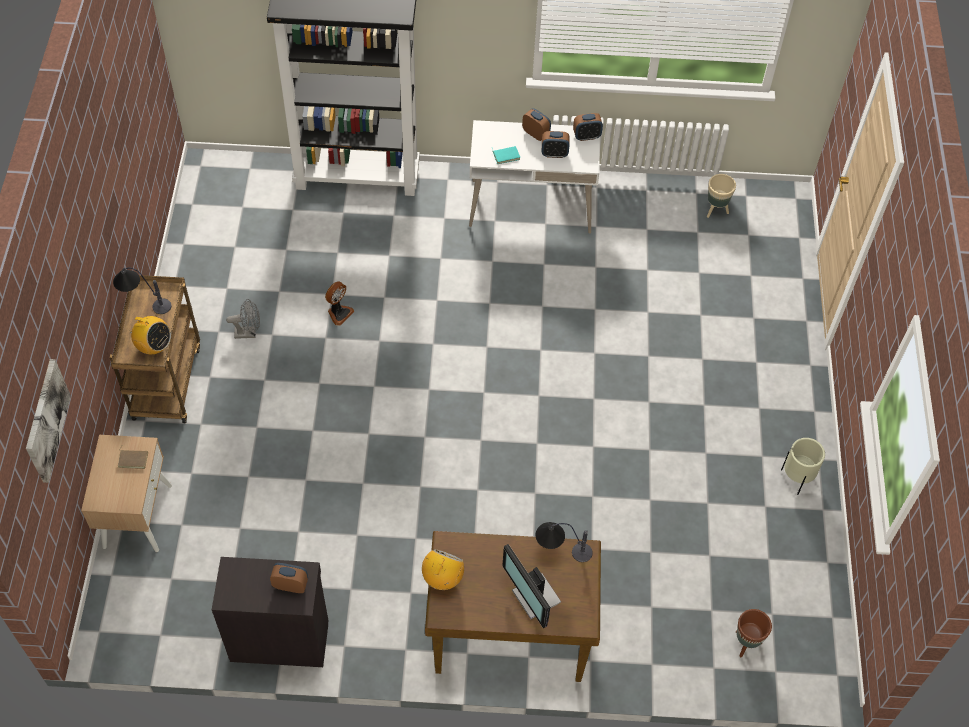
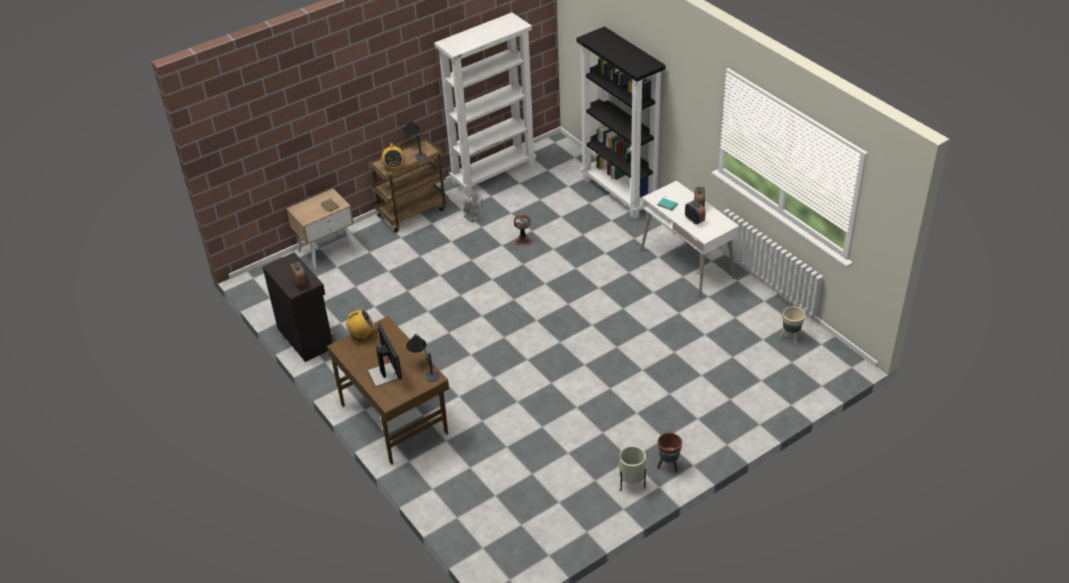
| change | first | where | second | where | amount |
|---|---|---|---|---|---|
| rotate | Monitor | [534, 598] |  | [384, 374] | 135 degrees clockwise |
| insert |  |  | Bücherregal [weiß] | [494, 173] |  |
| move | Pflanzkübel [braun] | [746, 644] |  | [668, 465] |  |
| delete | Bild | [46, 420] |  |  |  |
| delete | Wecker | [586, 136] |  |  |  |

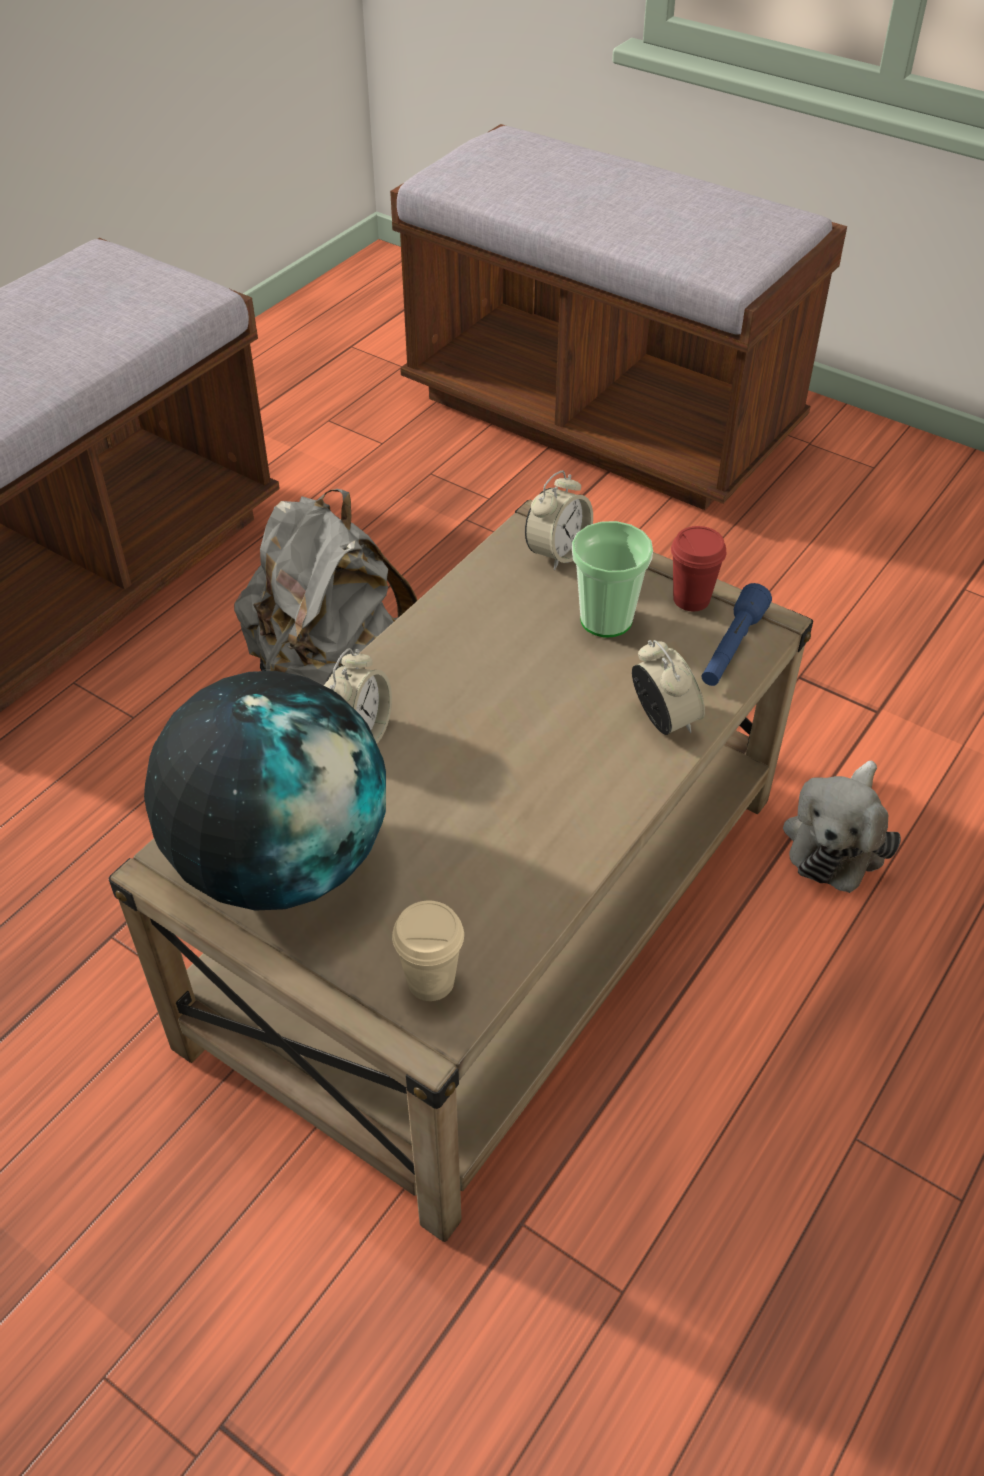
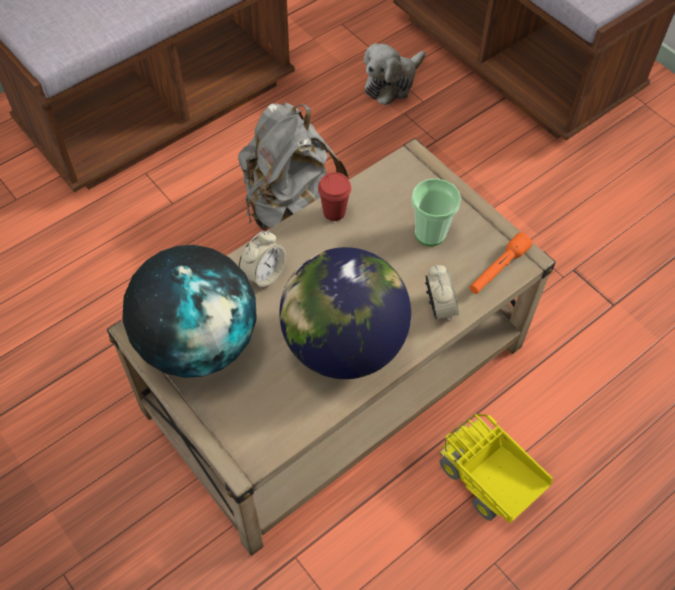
| change | first | where | second | where | amount |
|---|---|---|---|---|---|
| insert |  |  | Globus | [343, 345] |  |
| move | Tasse [rot] | [691, 599] |  | [334, 212] |  |
| move | Plüschtier | [837, 839] |  | [392, 83] |  |
| insert |  |  | Spielzeuglaster | [487, 481] |  |
| recolor | Taschenlampe [blau] | [732, 647] | Taschenlampe [orange] | [497, 270] |  |
| delete | Tasse [beige] | [431, 981] |  |  |  |
| delete | Wecker | [557, 553] |  |  |  |

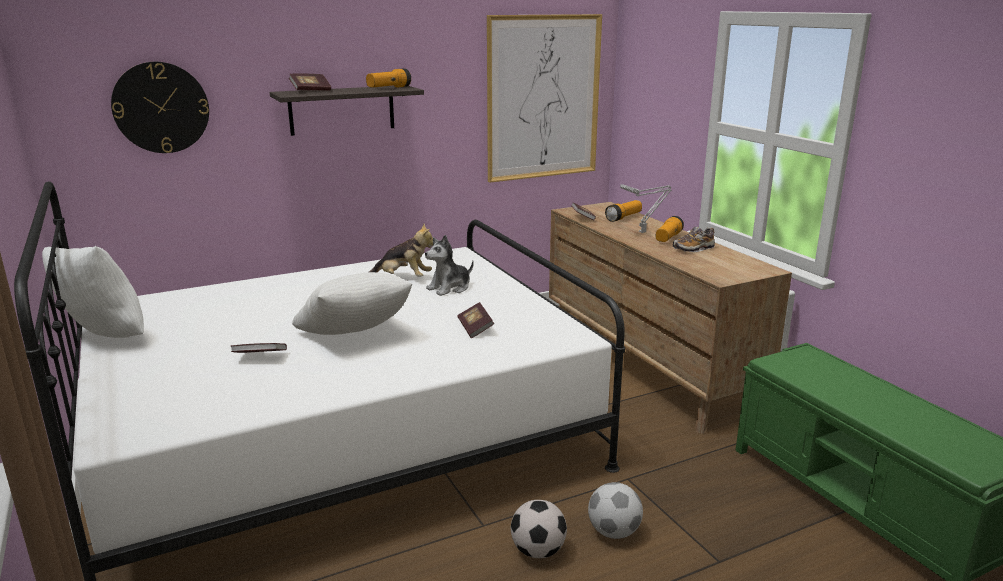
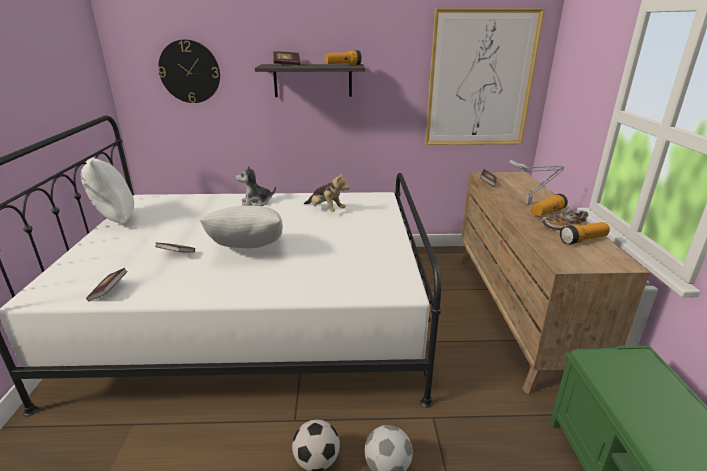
| change | first | where | second | where | amount |
|---|---|---|---|---|---|
| move | Buch | [475, 328] |  | [109, 291] |  |
| move | Plüschtier | [450, 288] |  | [256, 203] |  |
| move | Taschenlampe | [624, 217] |  | [583, 240] |  |

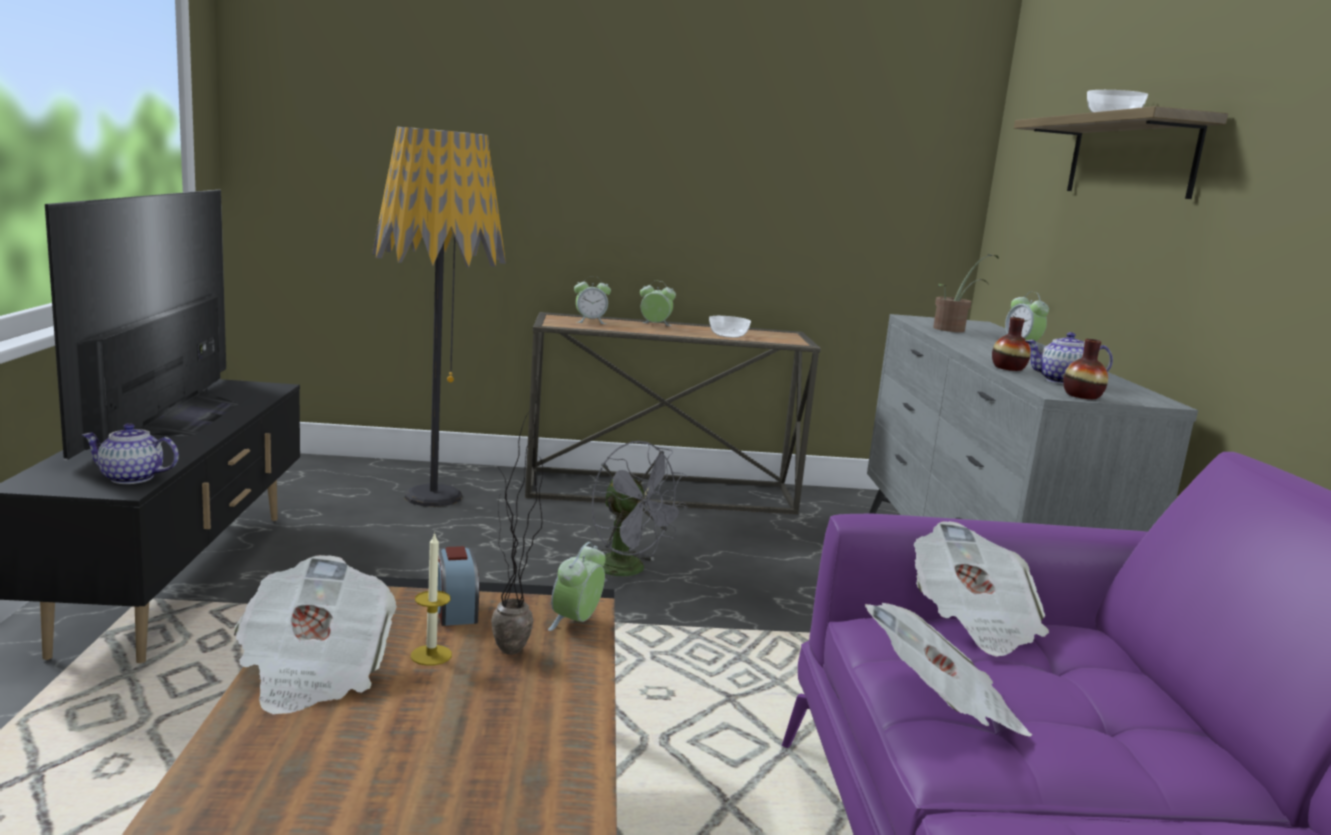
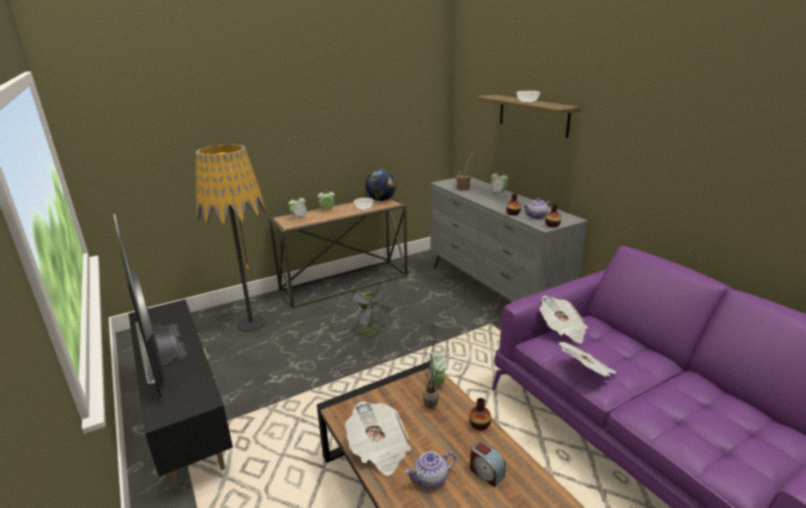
| change | first | where | second | where | amount |
|---|---|---|---|---|---|
| rotate | Ventilator [grau] | [629, 571] |  | [372, 332] | 45 degrees clockwise |
| insert |  |  | Globus | [381, 200] |  |
| move | Teekanne | [130, 478] |  | [430, 480] |  |
| insert |  |  | Vase | [479, 424] |  |
| move | Wecker | [455, 610] |  | [486, 472] |  |
| delete | Kerze | [431, 655] |  |  |  |

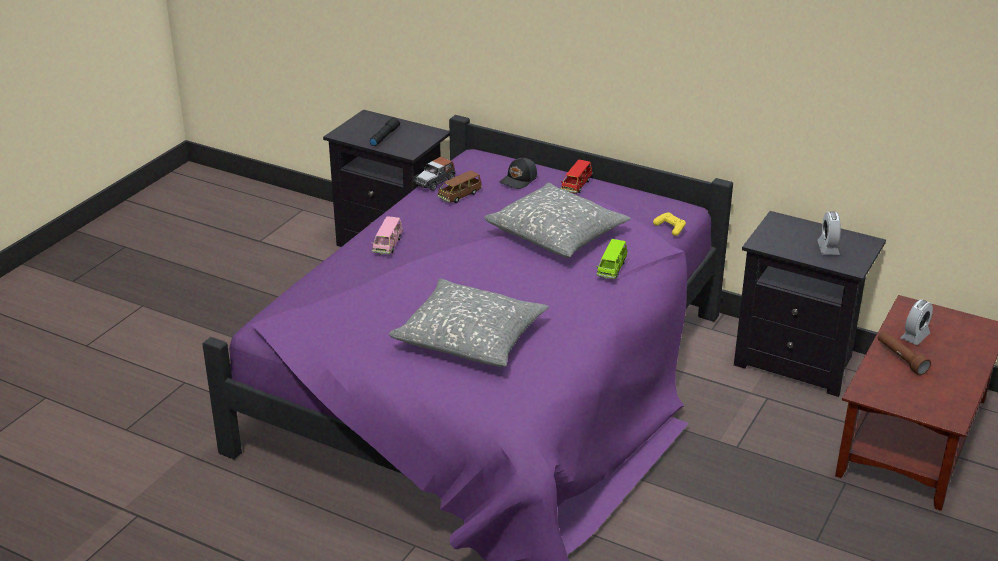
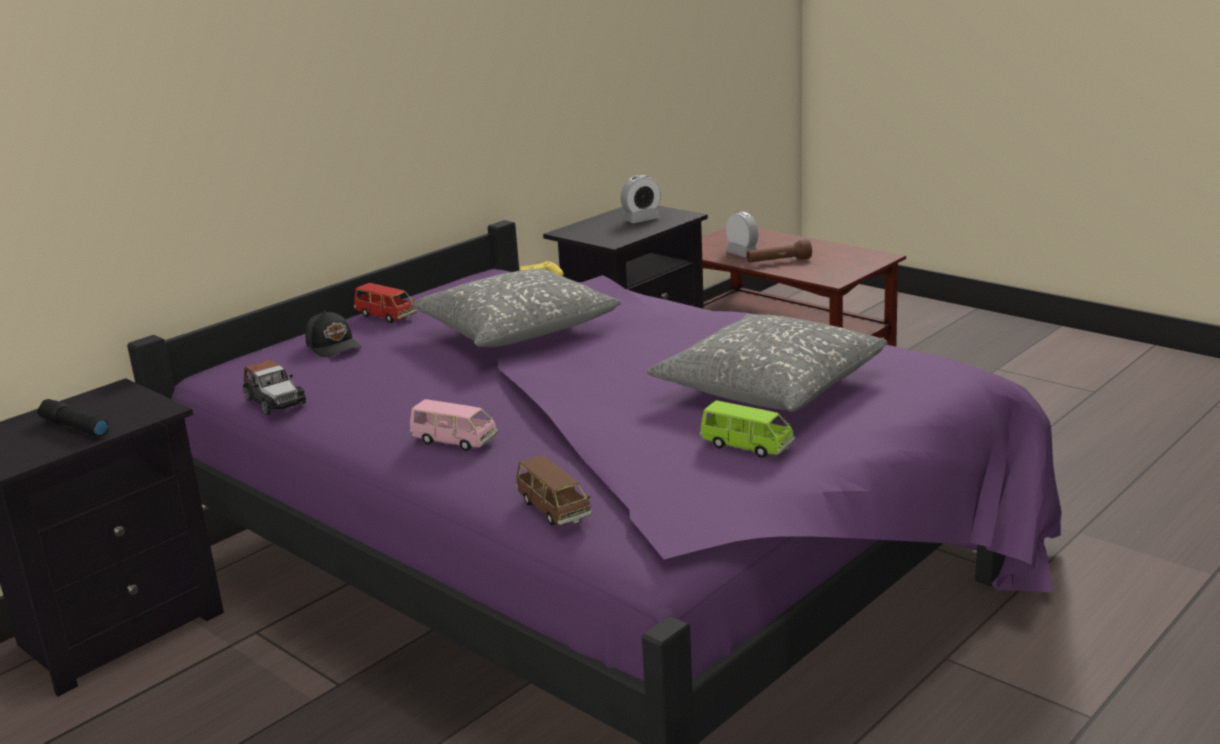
| change | first | where | second | where | amount |
|---|---|---|---|---|---|
| move | Spielzeugauto [braun] | [459, 195] |  | [554, 509] |  |
| rotate | Wecker | [828, 248] |  | [641, 220] | 45 degrees counterclockwise |
| move | Spielzeugauto [grün] | [611, 269] |  | [746, 446] |  |

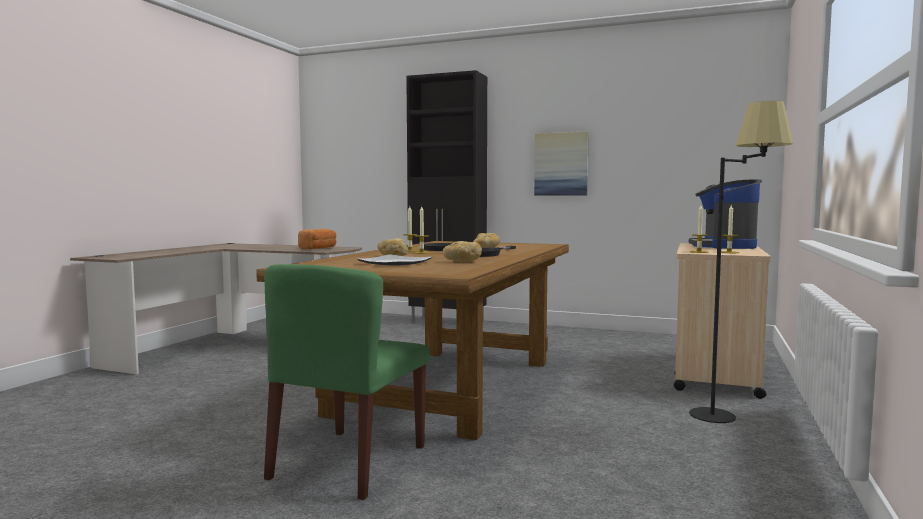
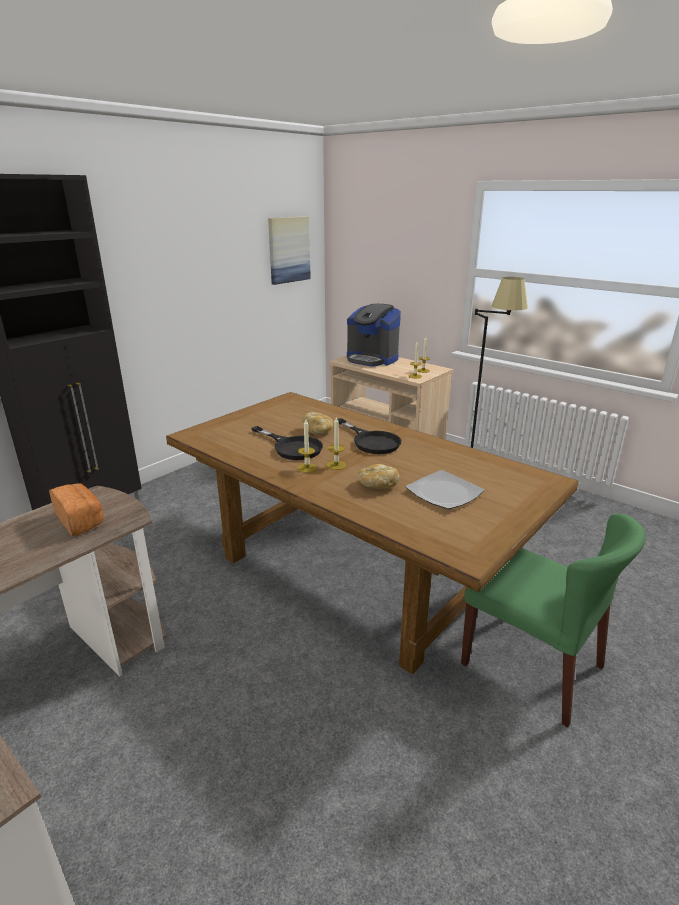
| change | first | where | second | where | amount |
|---|---|---|---|---|---|
| move | Bild | [561, 164] |  | [289, 250] |  |
| delete | Brot | [461, 261] |  |  |  |

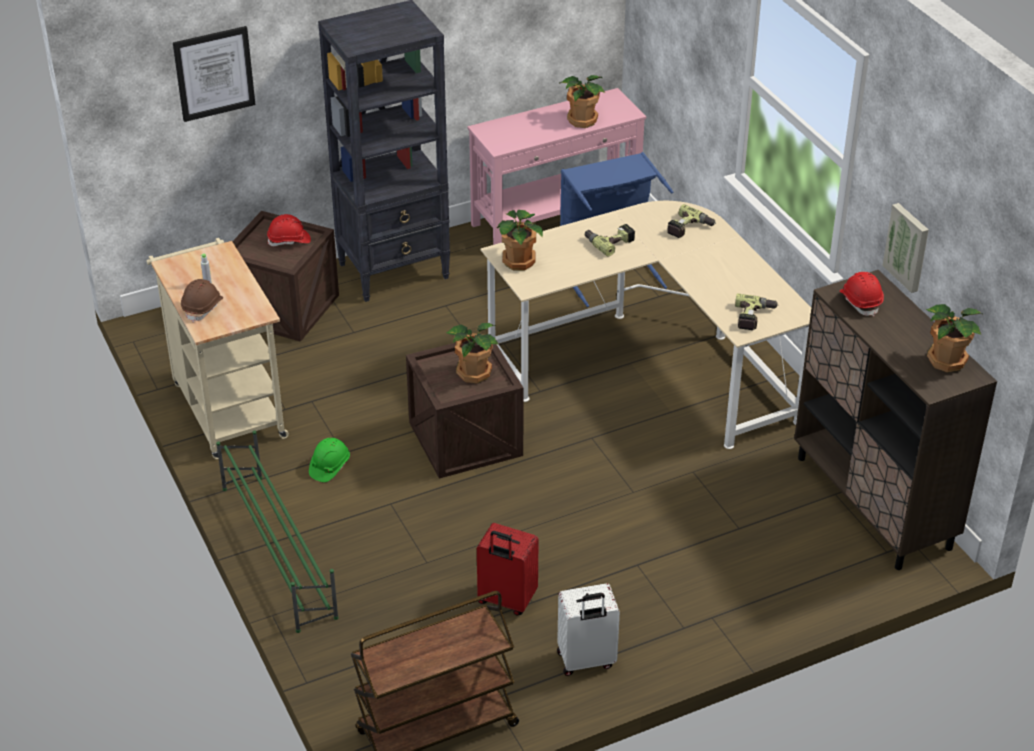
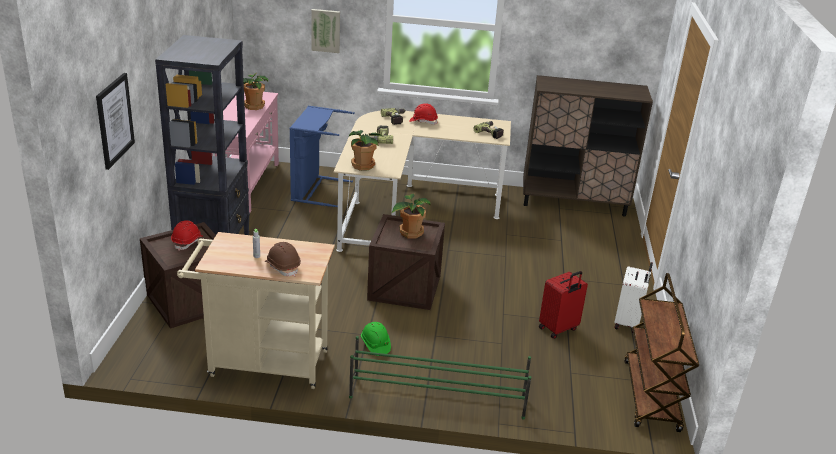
| change | first | where | second | where | amount |
|---|---|---|---|---|---|
| move | Bild | [908, 247] |  | [326, 30] |  |
| move | Schutzhelm [rot] | [860, 301] |  | [423, 121] |  |
| delete | Topfpflanze | [946, 360] |  |  |  |

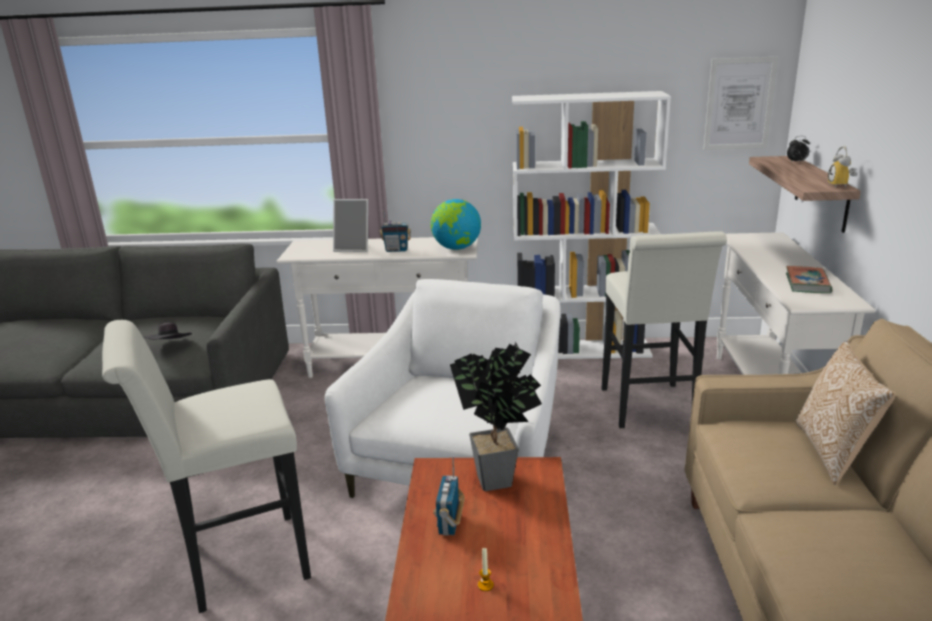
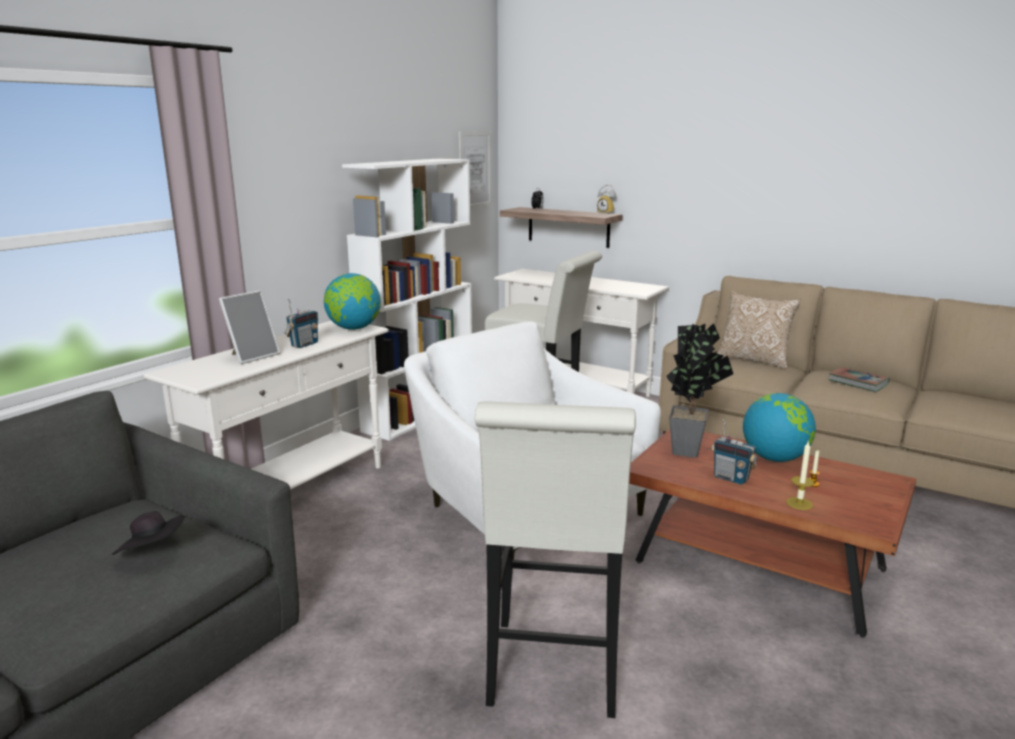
| change | first | where | second | where | amount |
|---|---|---|---|---|---|
| insert |  |  | Globus | [775, 458] |  |
| insert |  |  | Kerze | [799, 503] |  |
| move | Buch | [807, 283] |  | [858, 382] |  |

